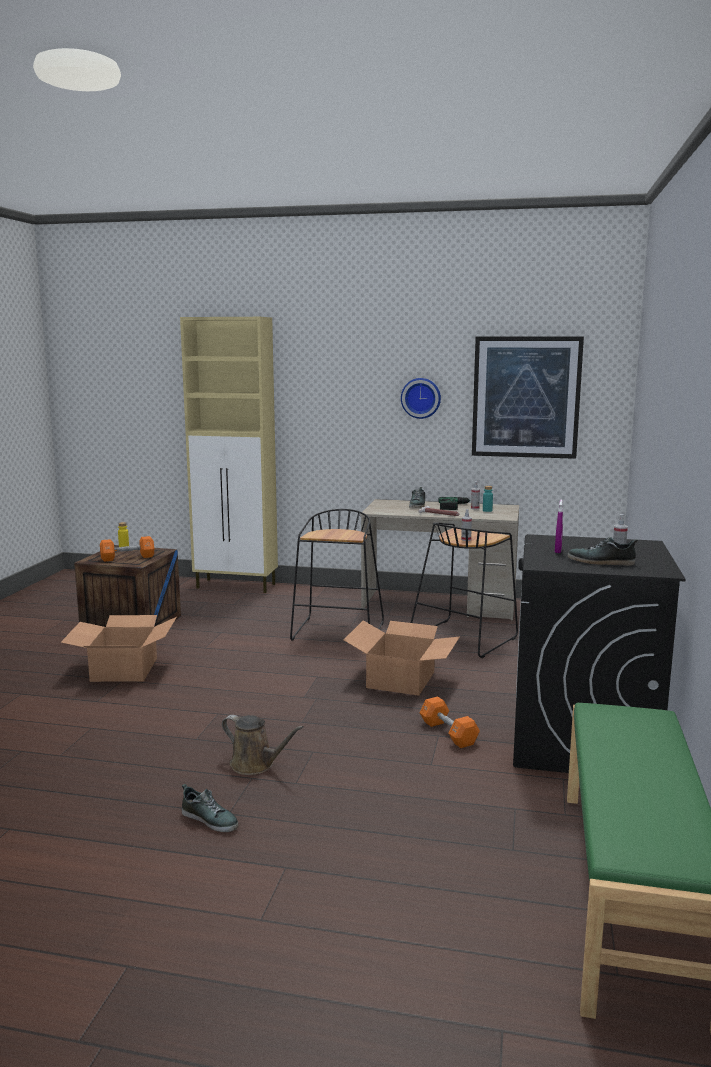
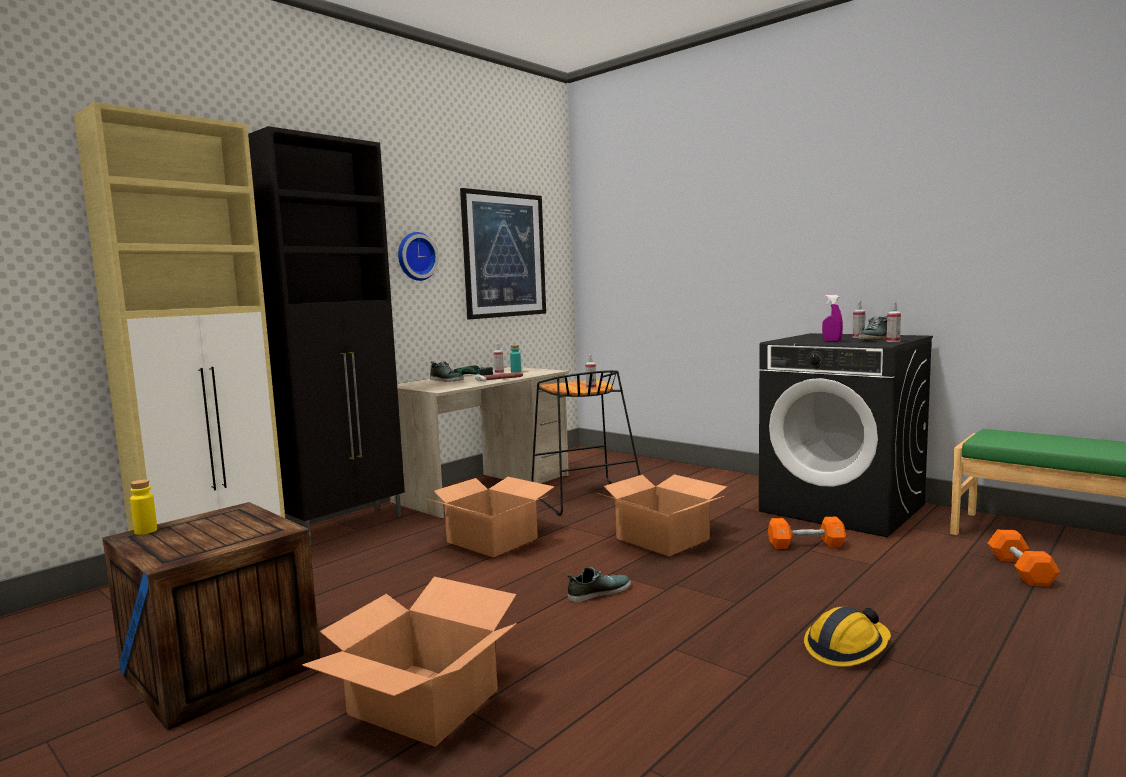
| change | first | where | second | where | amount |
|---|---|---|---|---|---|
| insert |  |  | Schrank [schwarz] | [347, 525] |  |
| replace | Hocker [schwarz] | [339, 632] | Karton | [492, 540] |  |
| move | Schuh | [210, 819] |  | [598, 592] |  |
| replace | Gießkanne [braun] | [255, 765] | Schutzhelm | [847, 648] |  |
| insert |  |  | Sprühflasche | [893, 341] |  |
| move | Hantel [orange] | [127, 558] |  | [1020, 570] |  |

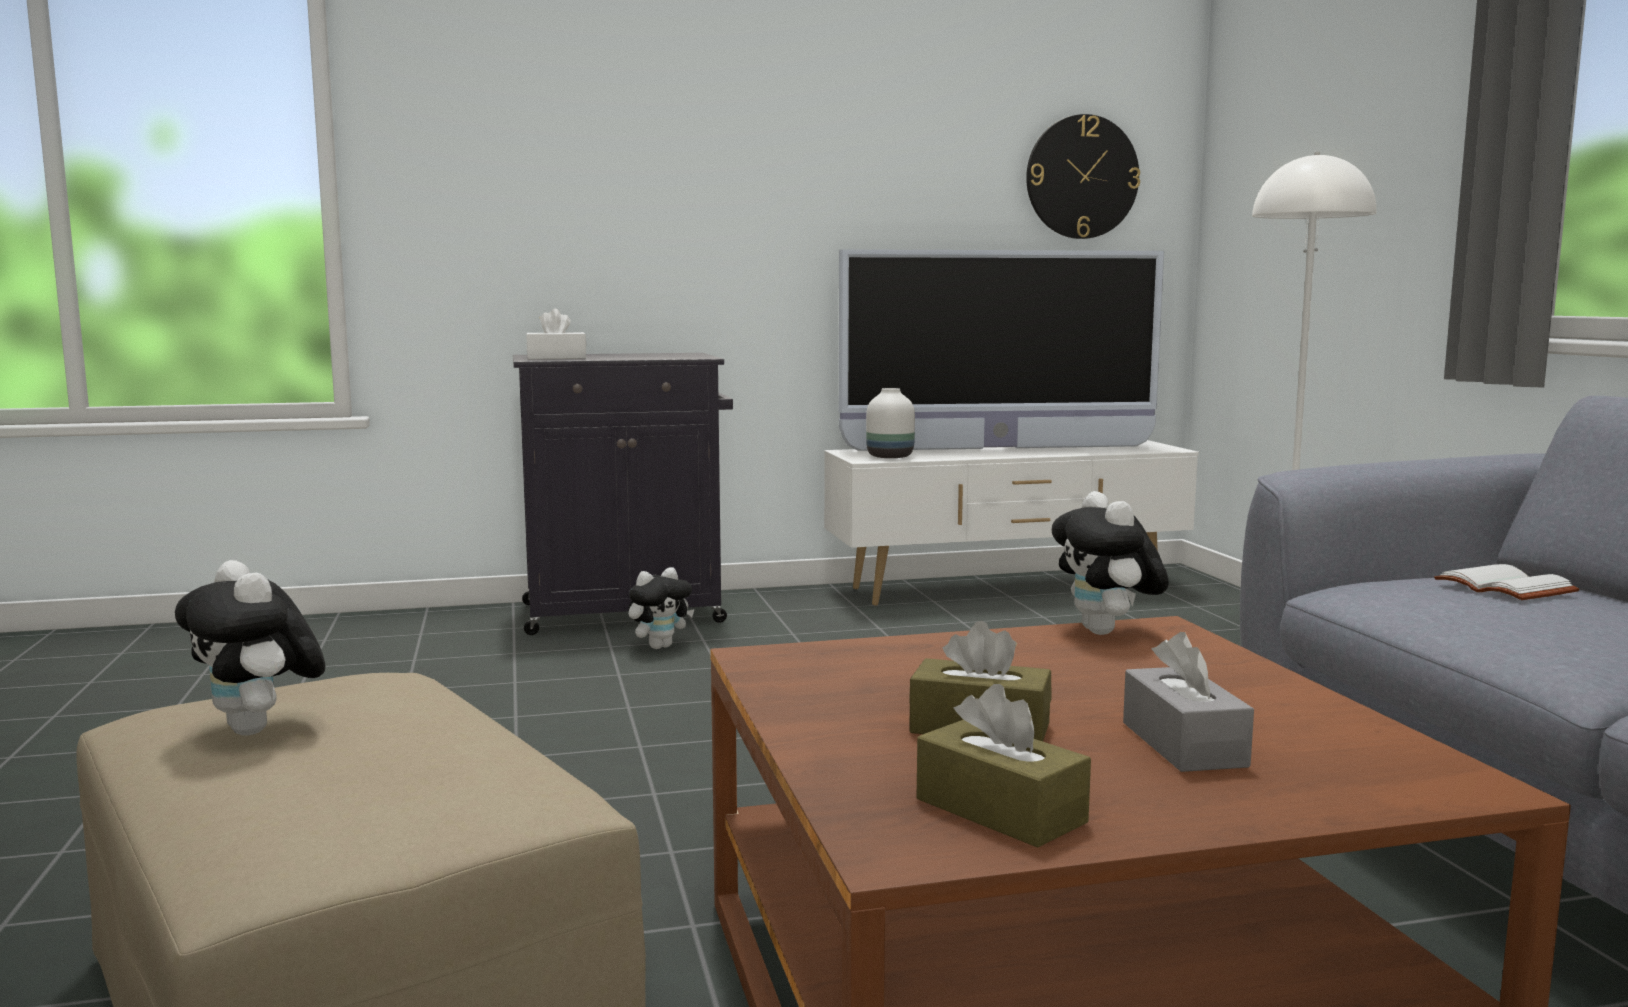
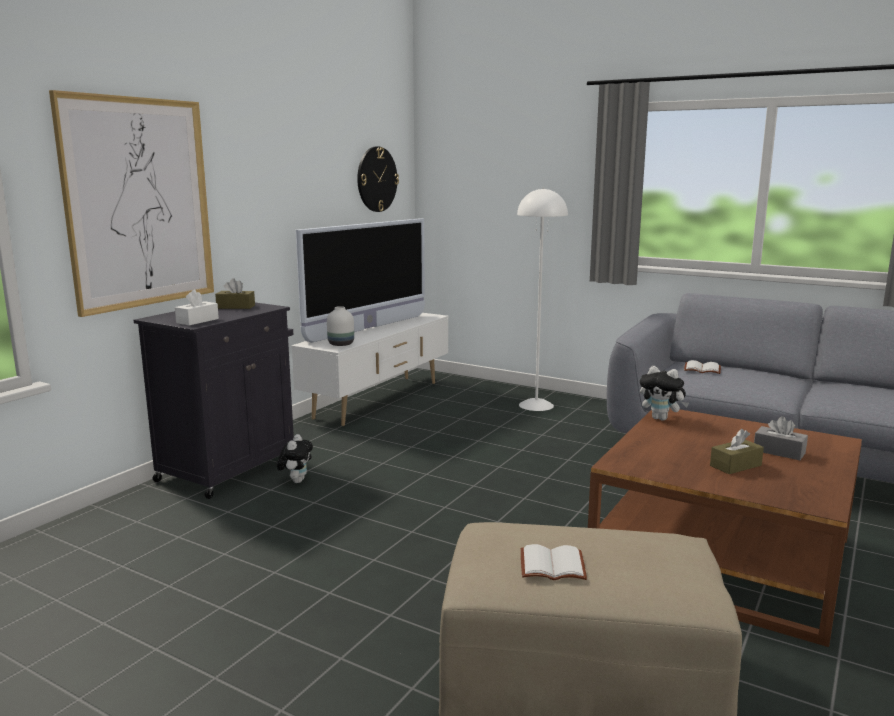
| change | first | where | second | where | amount |
|---|---|---|---|---|---|
| insert |  |  | Bild | [139, 203] |  |
| move | Taschentuchbox [braun] | [1000, 810] |  | [236, 307] |  |
| replace | Plüschtier | [259, 730] | Buch [weiß] | [553, 564] |  |

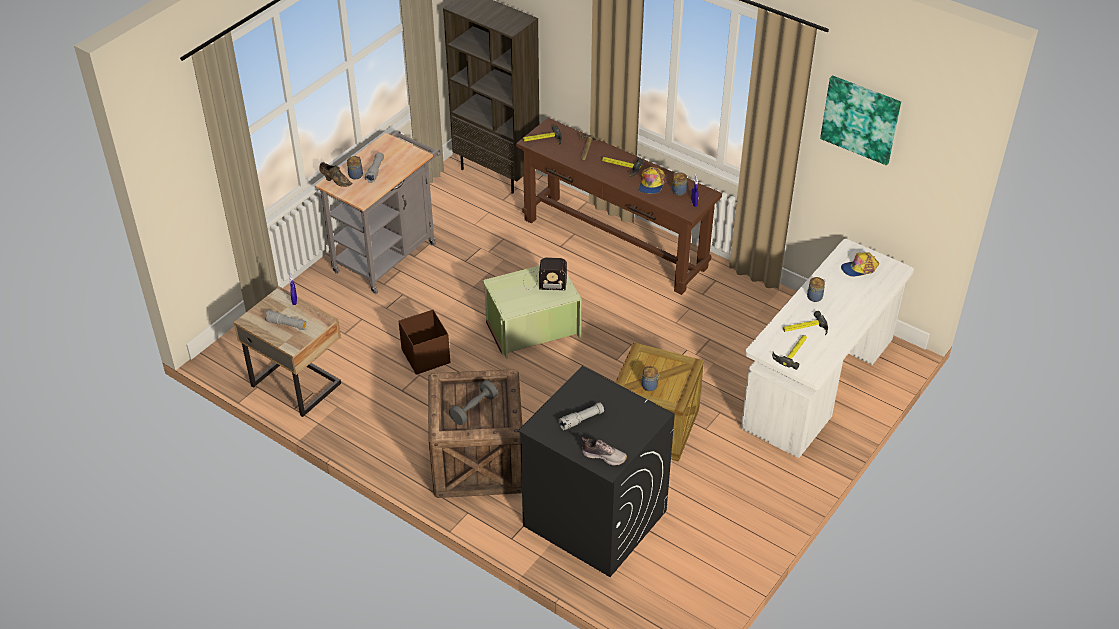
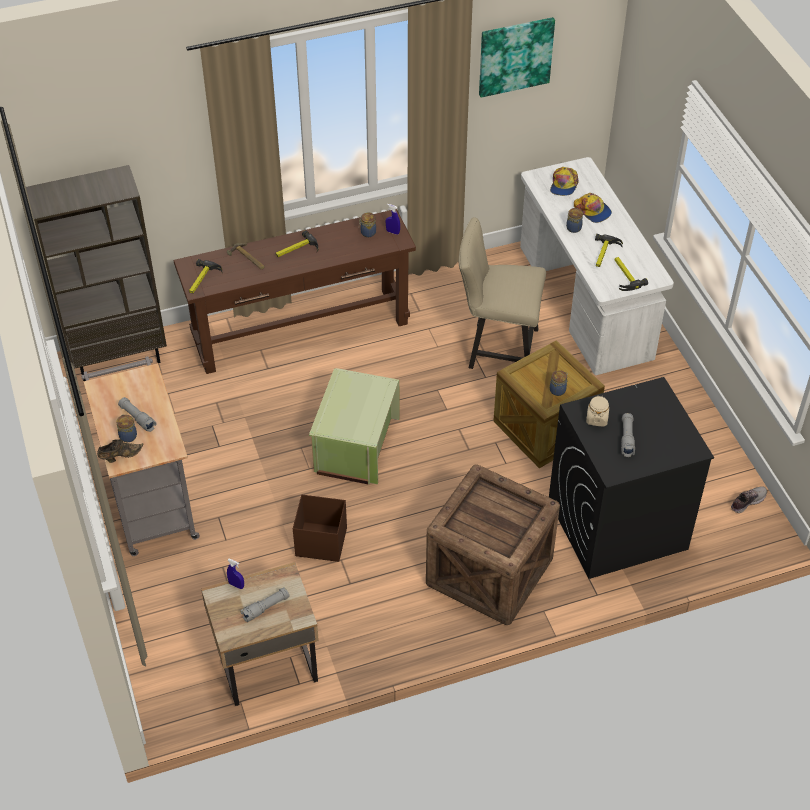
| change | first | where | second | where | amount |
|---|---|---|---|---|---|
| insert |  |  | Stuhl [beige] | [497, 349] |  |
| move | Kappe | [651, 184] |  | [592, 211] |  |
| insert |  |  | Vorratsglas [beige] | [597, 418] |  |
| move | Schuh | [604, 456] |  | [747, 502] |  |
| delete | Hantel [grau] | [473, 409] |  |  |  |
| delete | Radio | [543, 282] |  |  |  |

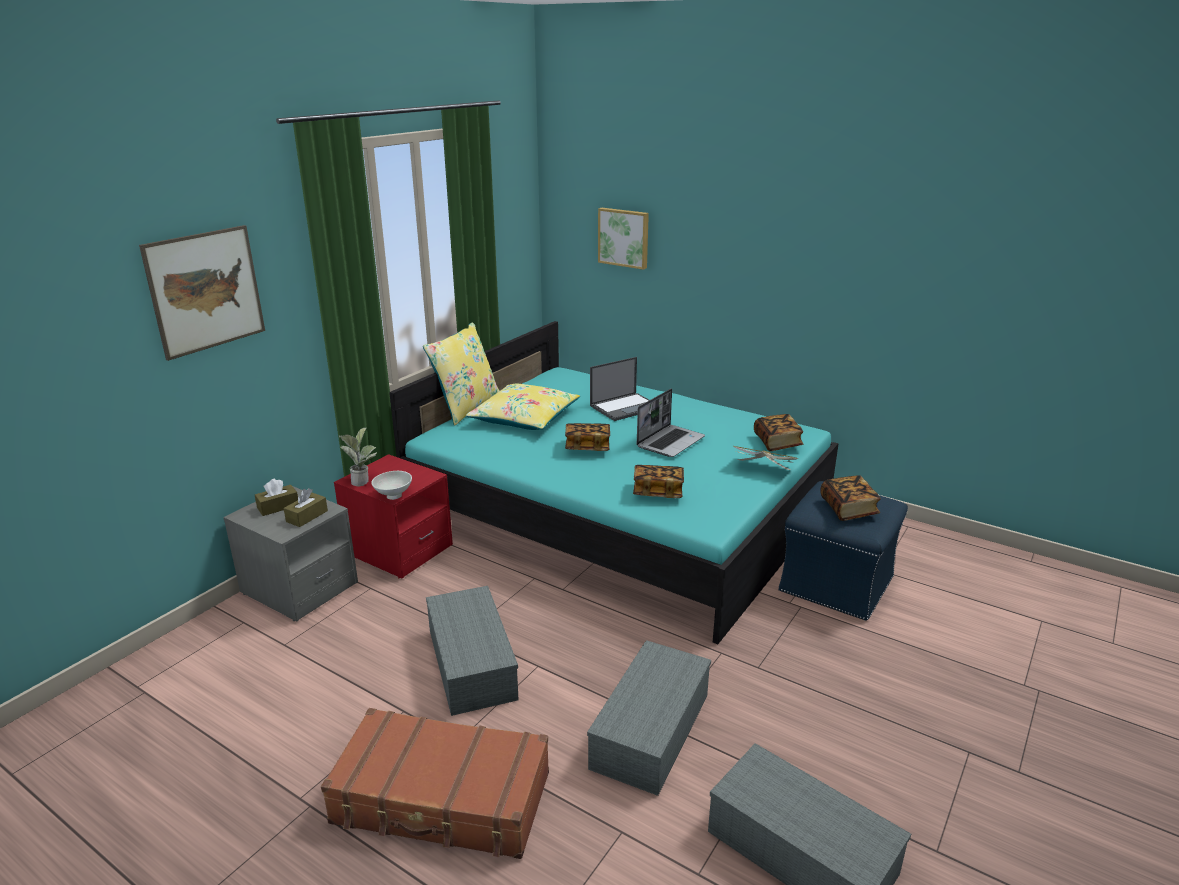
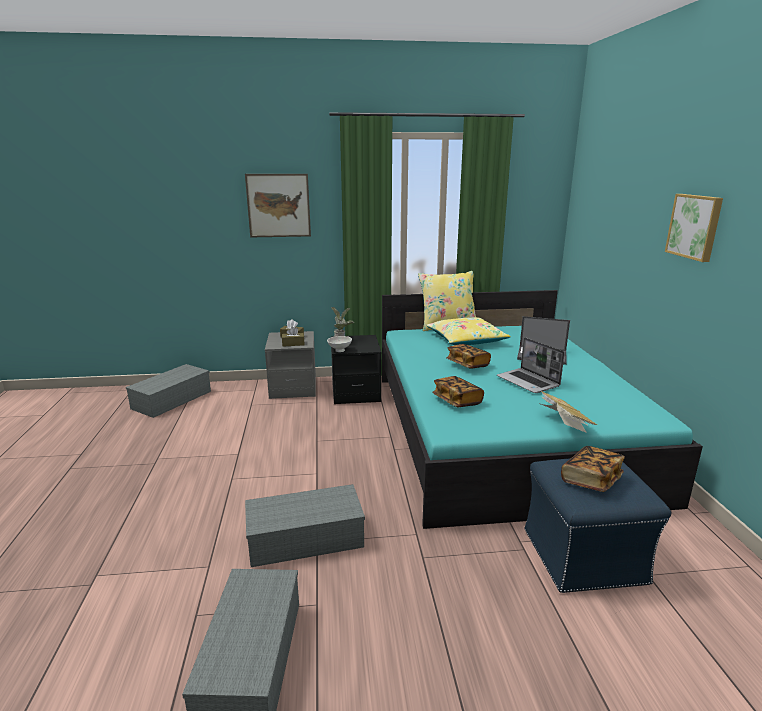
| change | first | where | second | where | amount |
|---|---|---|---|---|---|
| move | Aufbewahrungsbox [grau] | [469, 663] |  | [172, 399] |  |
| recolor | Nachttisch [rot] | [399, 550] | Nachttisch [schwarz] | [355, 393] |  |
| rotate | Laptop | [670, 442] |  | [528, 382] | 60 degrees clockwise |
| move | Bild | [624, 237] |  | [695, 226] |  |
| delete | Koffer [braun] | [442, 799] |  |  |  |
| delete | Buch | [777, 443] |  |  |  |

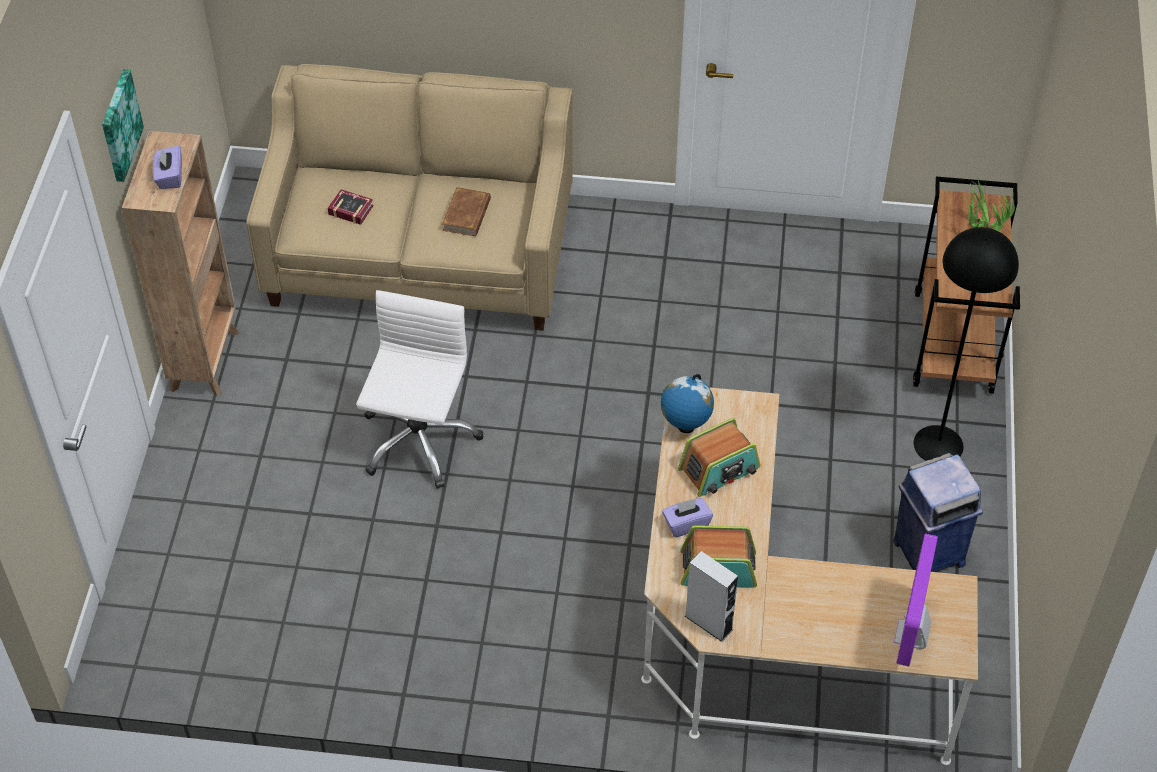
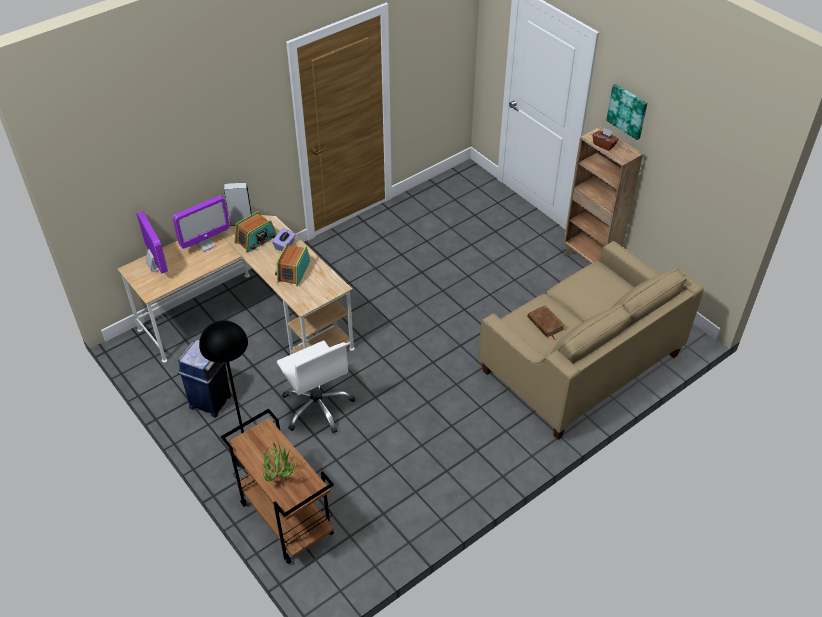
| change | first | where | second | where | amount |
|---|---|---|---|---|---|
| insert |  |  | Monitor | [206, 244] |  |
| move | Bürostuhl [weiß] | [418, 440] |  | [317, 407] |  |
| recolor | Taschentuchbox [lila] | [170, 177] | Taschentuchbox [braun] | [604, 145] |  |
| delete | Buch | [349, 209] |  |  |  |
| delete | Globus | [685, 426] |  |  |  |

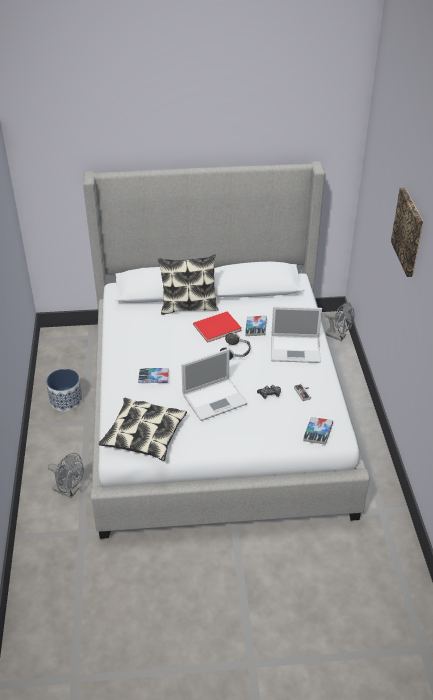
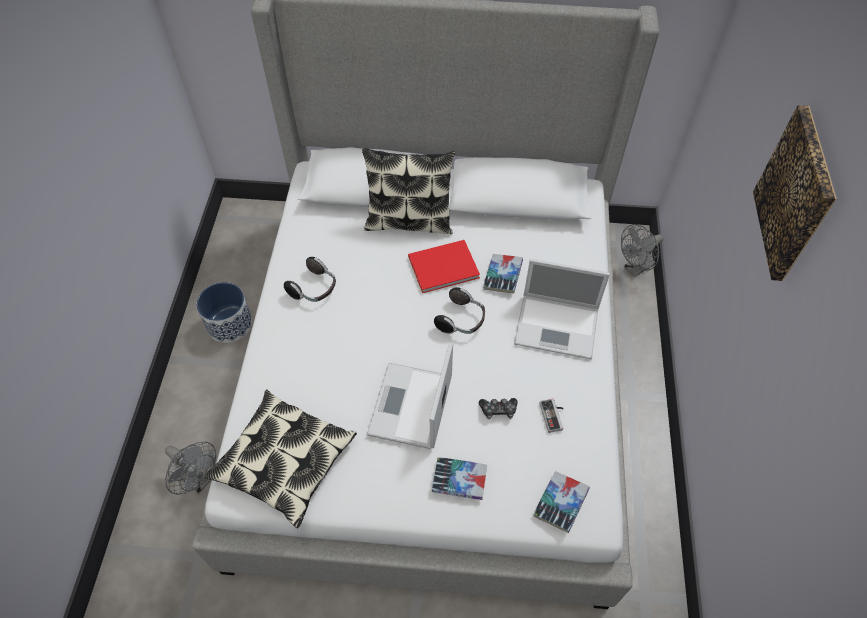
| change | first | where | second | where | amount |
|---|---|---|---|---|---|
| insert |  |  | Kopfhörer | [314, 289] |  |
| rotate | Laptop | [215, 399] |  | [410, 407] | 120 degrees clockwise |
| move | Buch | [153, 378] |  | [459, 480] |  |
| rotate | Ventilator [grau] | [338, 336] |  | [635, 268] | 105 degrees clockwise |

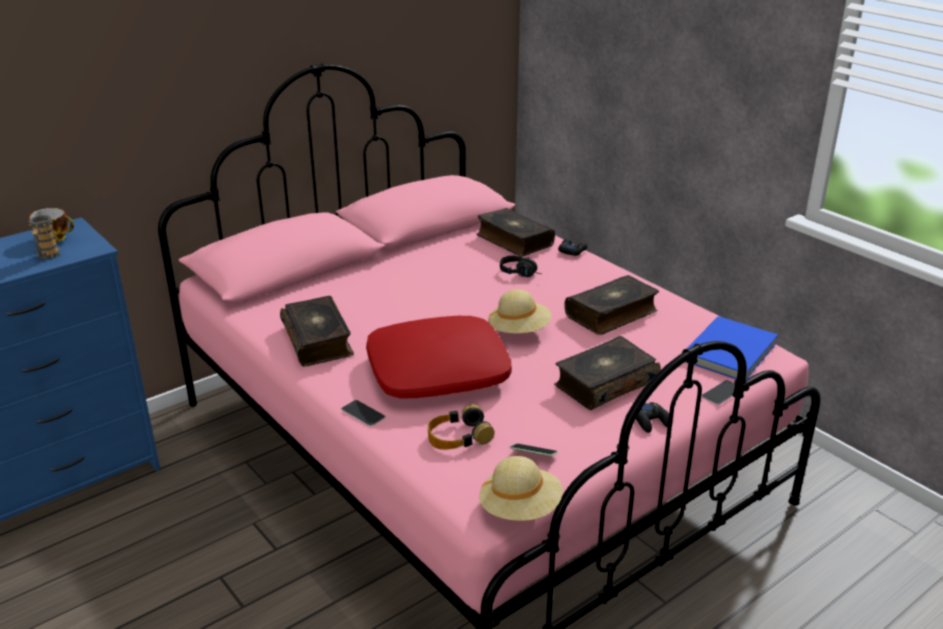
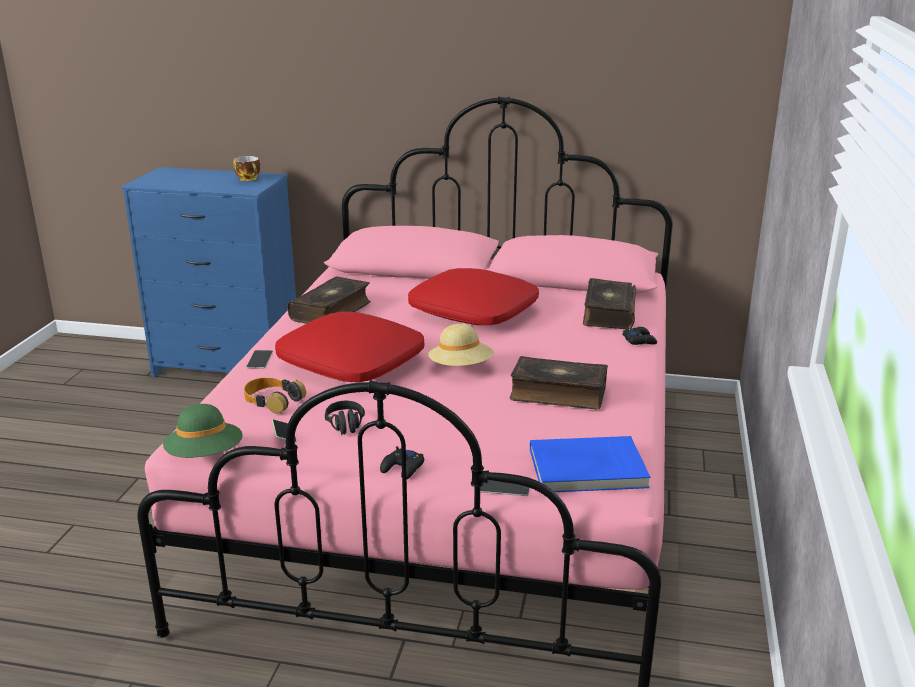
| change | first | where | second | where | amount |
|---|---|---|---|---|---|
| recolor | Hut [beige] | [520, 509] | Hut [grün] | [205, 456] |  |
| move | Kopfhörer [schwarz] | [522, 273] |  | [346, 428] |  |
| insert |  |  | Kissen [rot] | [474, 311] |  |
| delete | Henkelbecher | [47, 256] |  |  |  |
| delete | Buch | [604, 383] |  |  |  |

